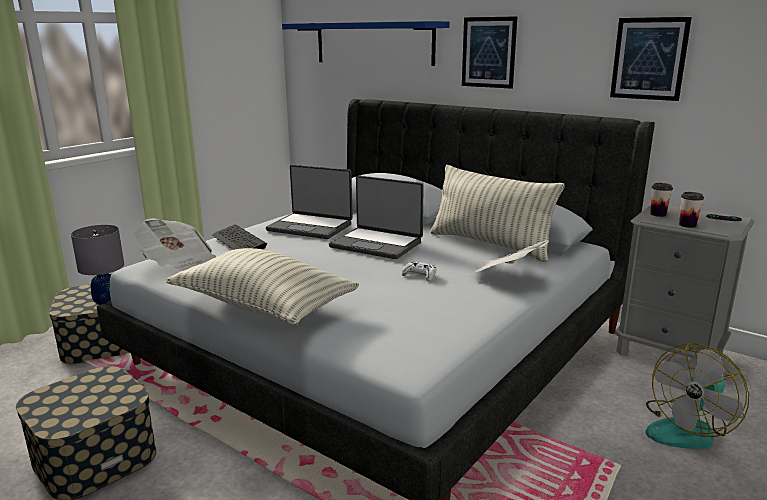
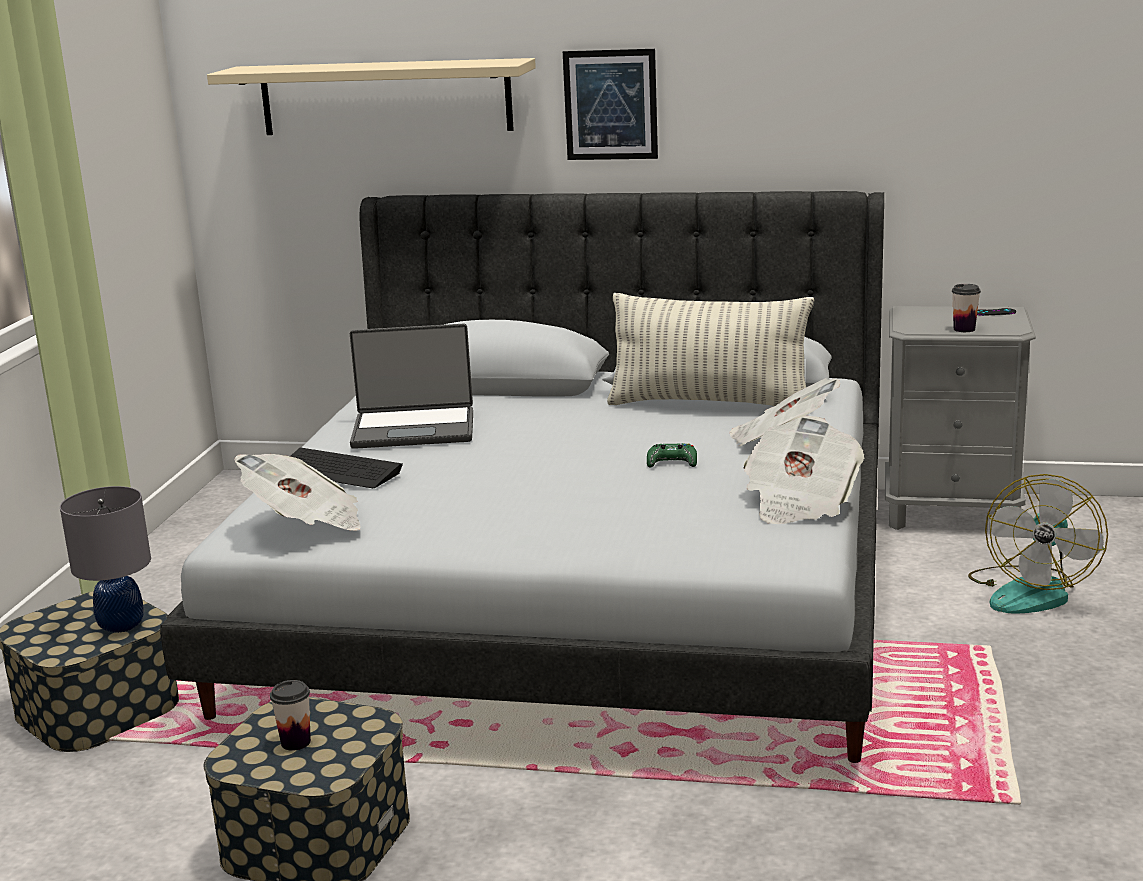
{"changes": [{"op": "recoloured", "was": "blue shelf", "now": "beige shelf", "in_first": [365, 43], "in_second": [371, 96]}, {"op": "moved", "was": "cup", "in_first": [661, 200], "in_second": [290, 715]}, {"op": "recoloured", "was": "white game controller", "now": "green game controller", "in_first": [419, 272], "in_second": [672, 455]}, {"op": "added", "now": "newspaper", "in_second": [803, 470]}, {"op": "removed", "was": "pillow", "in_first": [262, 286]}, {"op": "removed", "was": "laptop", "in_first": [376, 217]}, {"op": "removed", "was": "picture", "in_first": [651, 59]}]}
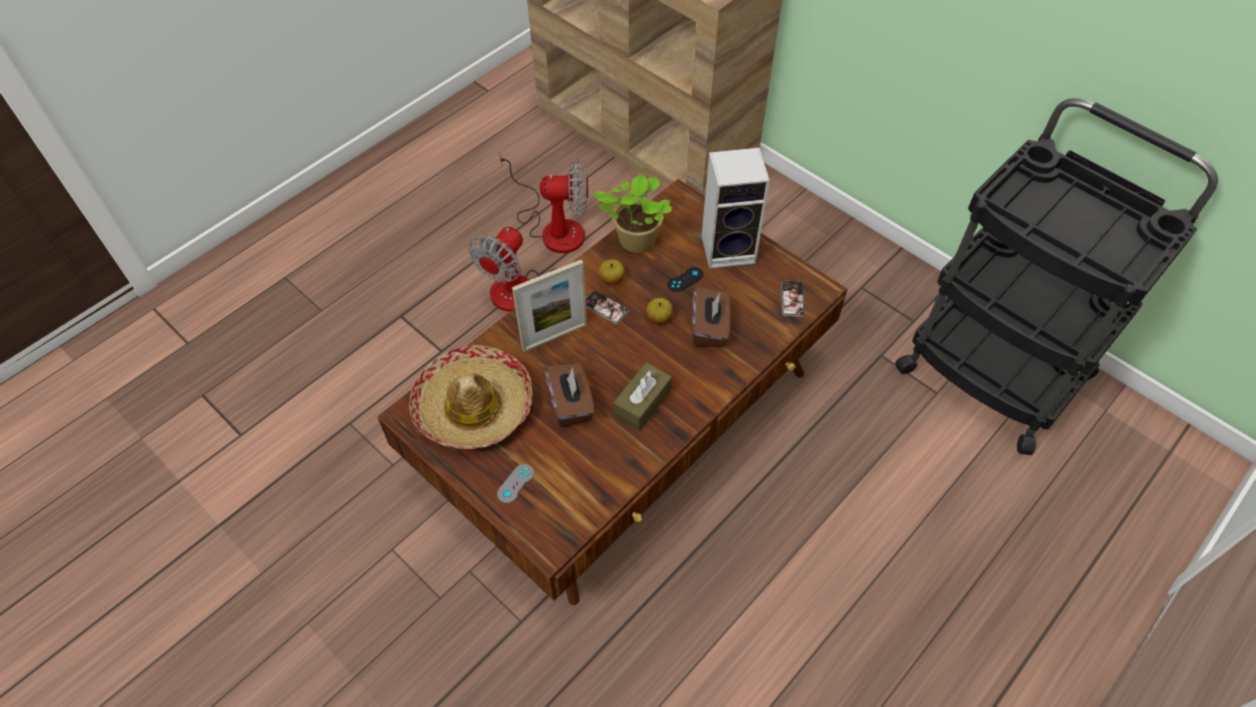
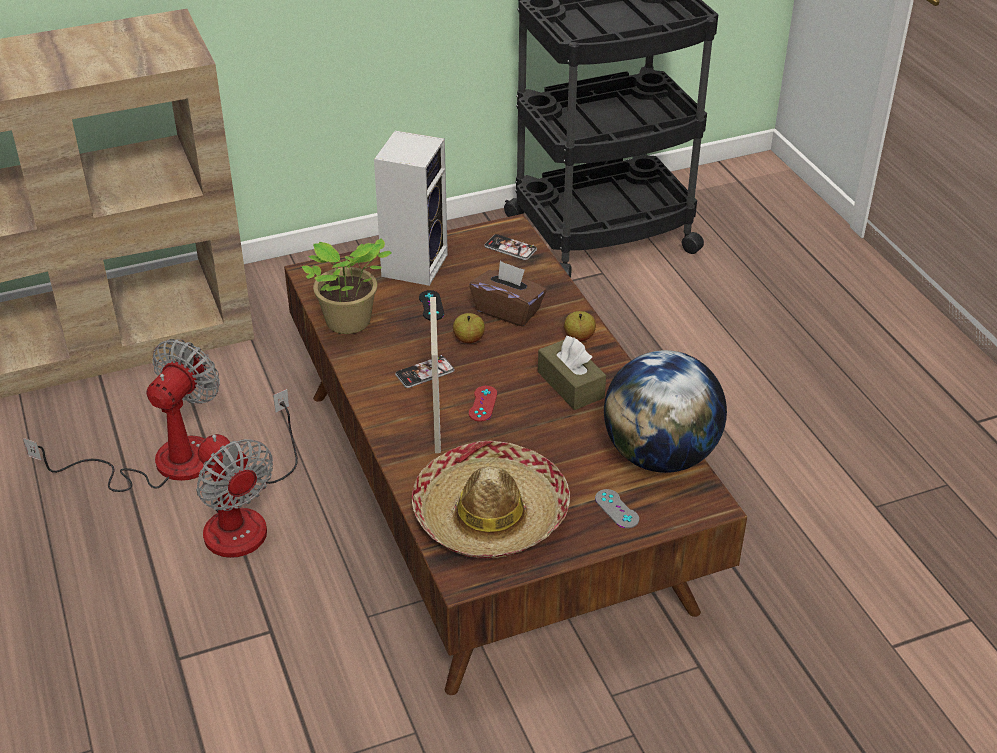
{"changes": [{"op": "added", "now": "red game controller", "in_second": [483, 404]}, {"op": "moved", "was": "apple", "in_first": [612, 272], "in_second": [580, 326]}, {"op": "added", "now": "globe", "in_second": [665, 411]}, {"op": "removed", "was": "brown tissue box", "in_first": [569, 395]}]}
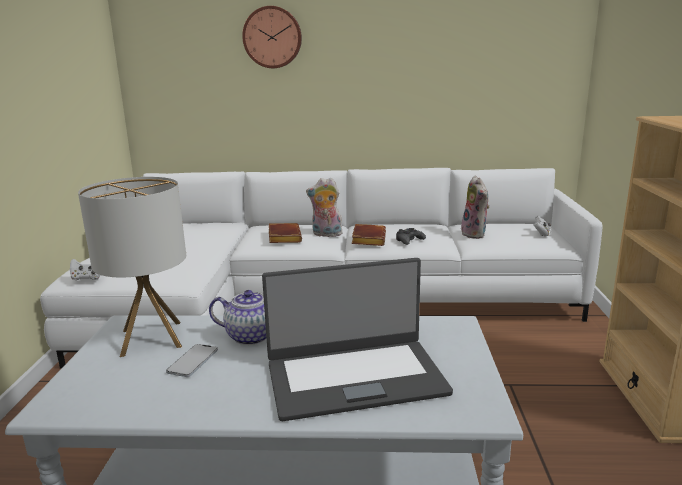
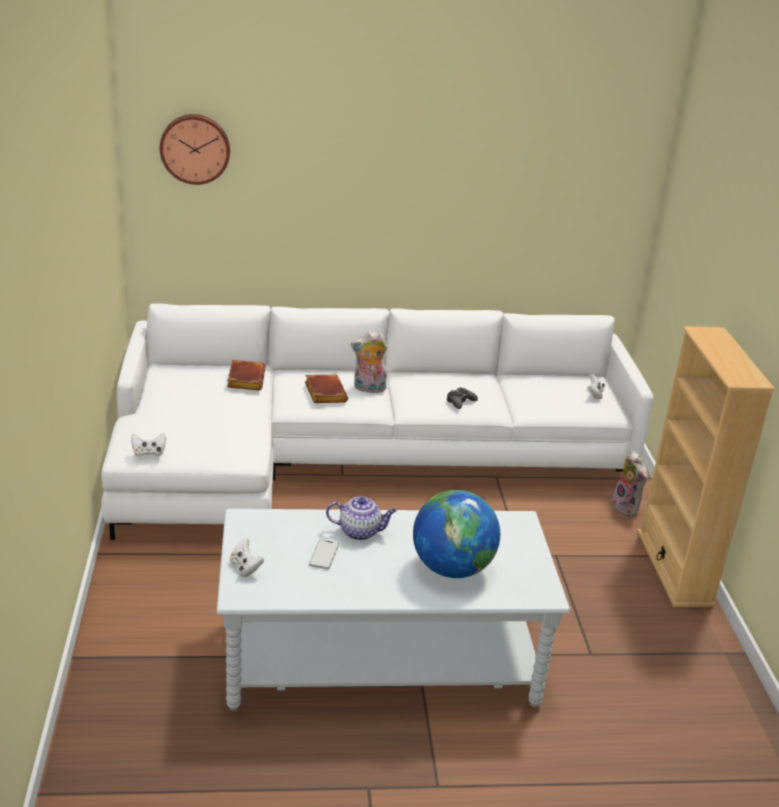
{"changes": [{"op": "moved", "was": "wall clock", "in_first": [272, 37], "in_second": [195, 149]}, {"op": "moved", "was": "brown book", "in_first": [369, 235], "in_second": [246, 375]}, {"op": "added", "now": "white game controller", "in_second": [247, 557]}, {"op": "replaced", "was": "laptop", "now": "globe", "in_first": [357, 339], "in_second": [456, 534]}, {"op": "moved", "was": "plush toy", "in_first": [475, 207], "in_second": [630, 484]}, {"op": "removed", "was": "table lamp", "in_first": [132, 267]}]}
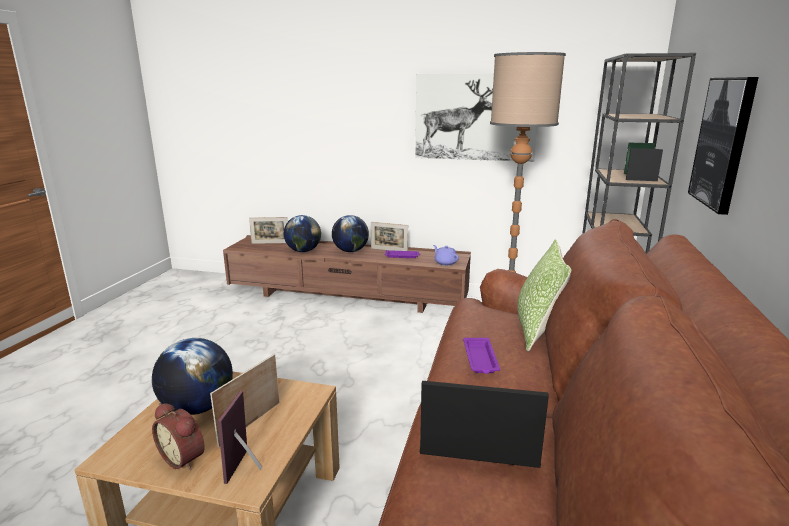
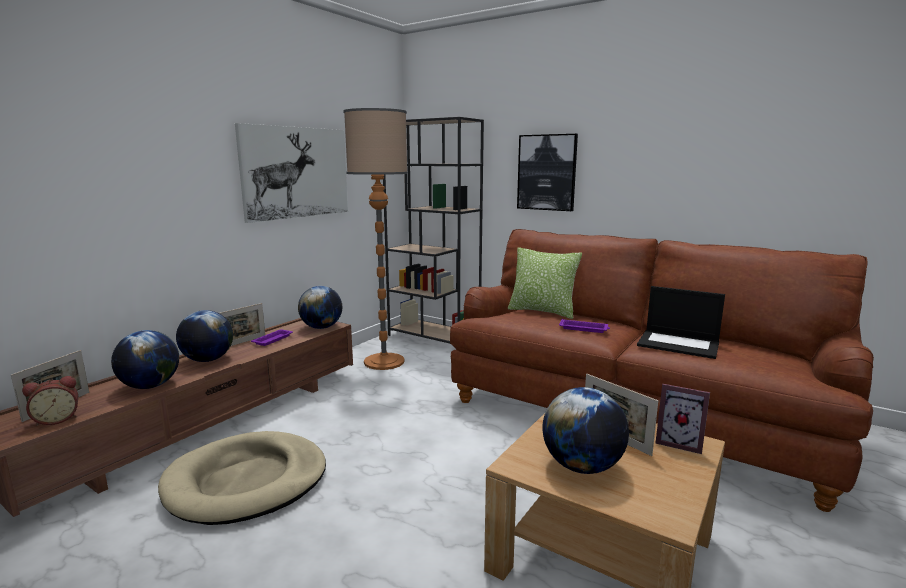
{"changes": [{"op": "moved", "was": "alarm clock", "in_first": [178, 437], "in_second": [50, 401]}, {"op": "added", "now": "beige dog bed", "in_second": [242, 478]}, {"op": "replaced", "was": "purple teapot", "now": "globe", "in_first": [446, 255], "in_second": [320, 307]}, {"op": "turned", "was": "laptop", "in_first": [484, 424], "in_second": [681, 322], "clockwise": -90}]}
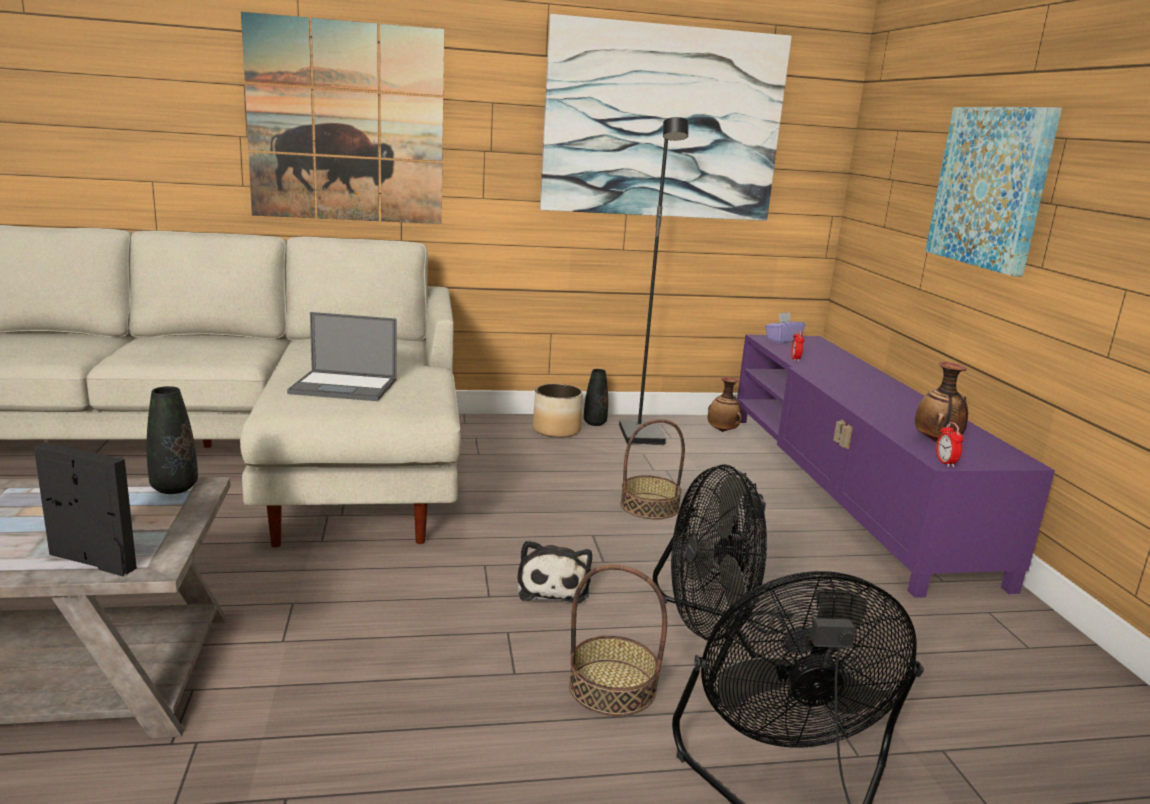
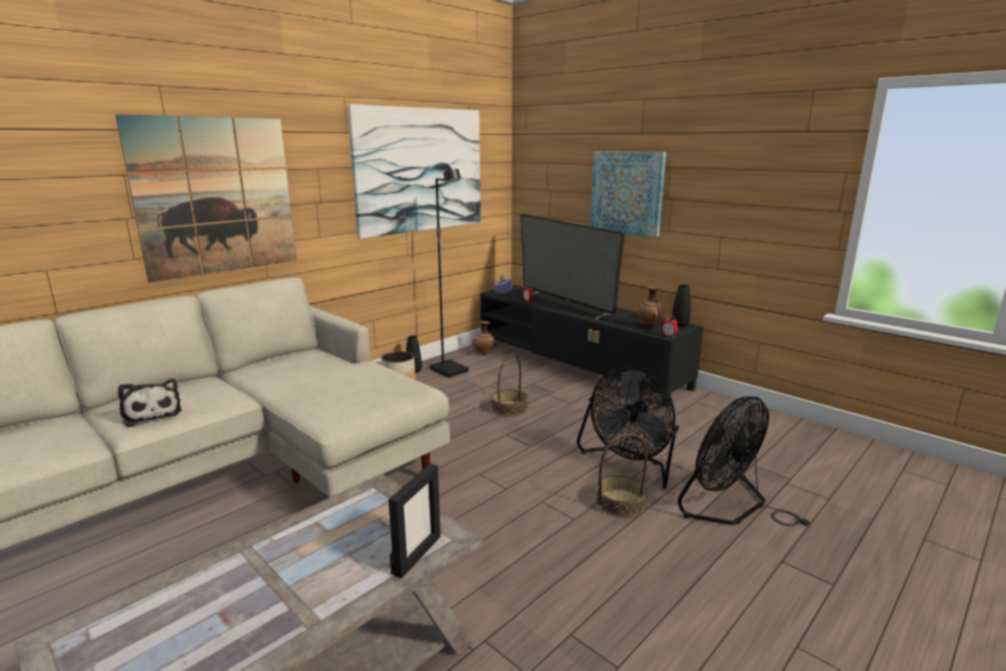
{"changes": [{"op": "moved", "was": "plush toy", "in_first": [554, 571], "in_second": [150, 403]}, {"op": "turned", "was": "picture frame", "in_first": [85, 509], "in_second": [414, 521], "clockwise": 135}, {"op": "recoloured", "was": "purple tv stand", "now": "black tv stand", "in_first": [896, 466], "in_second": [591, 346]}, {"op": "added", "now": "television", "in_second": [572, 267]}, {"op": "moved", "was": "black vase", "in_first": [172, 440], "in_second": [681, 305]}, {"op": "removed", "was": "laptop", "in_first": [341, 356]}]}
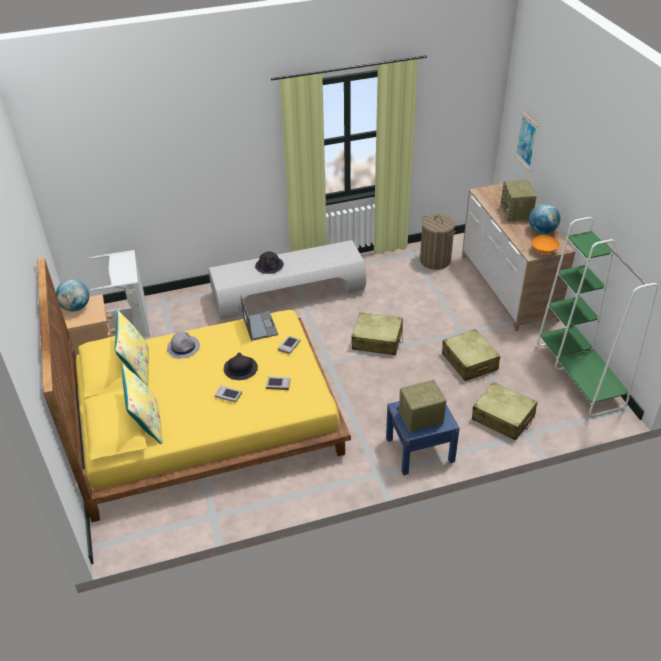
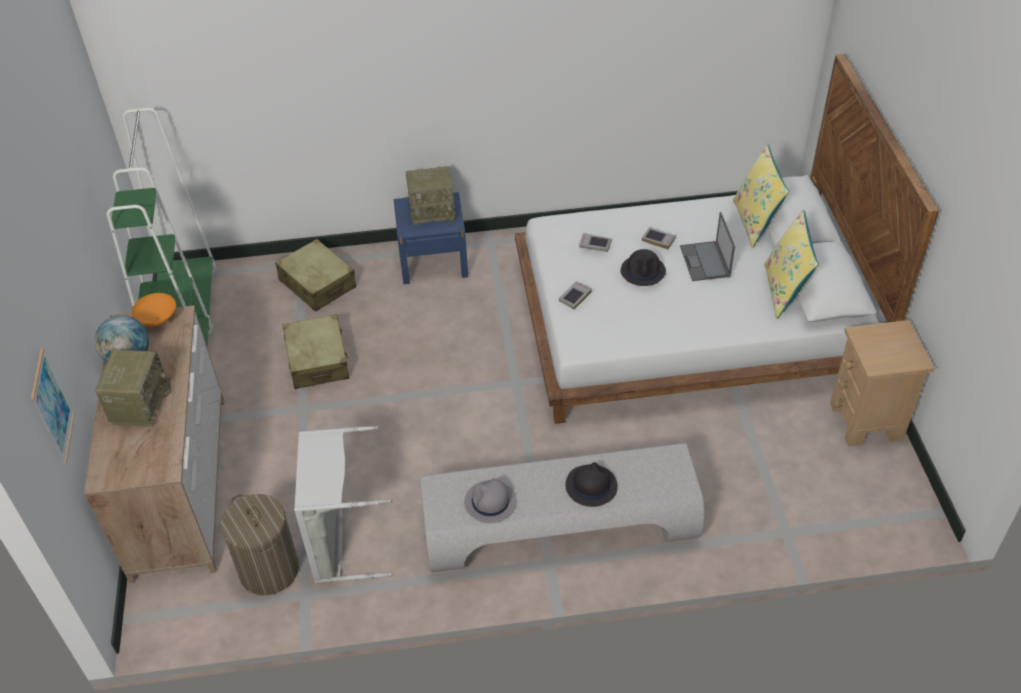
{"changes": [{"op": "moved", "was": "grey laundry basket", "in_first": [120, 294], "in_second": [343, 504]}, {"op": "moved", "was": "grey hat", "in_first": [183, 345], "in_second": [490, 500]}, {"op": "recoloured", "was": "yellow bed", "now": "white bed", "in_first": [194, 390], "in_second": [727, 239]}, {"op": "moved", "was": "laptop", "in_first": [259, 318], "in_second": [707, 246]}, {"op": "removed", "was": "globe", "in_first": [72, 295]}, {"op": "removed", "was": "beige suitcase", "in_first": [377, 333]}]}
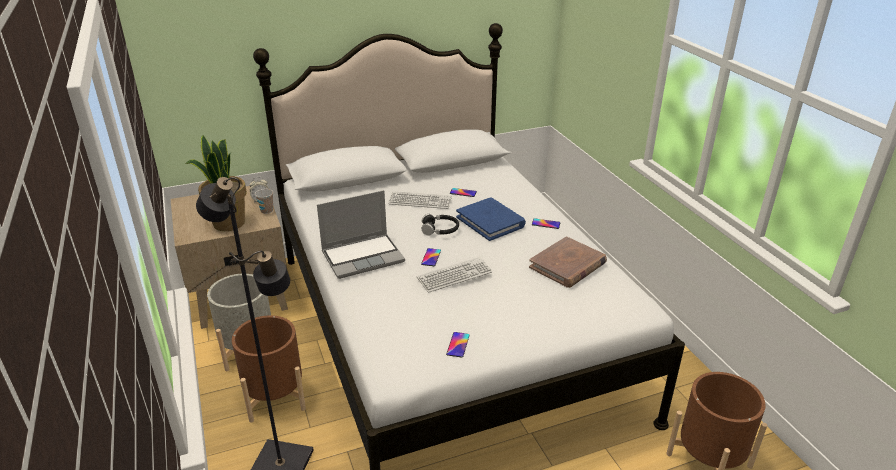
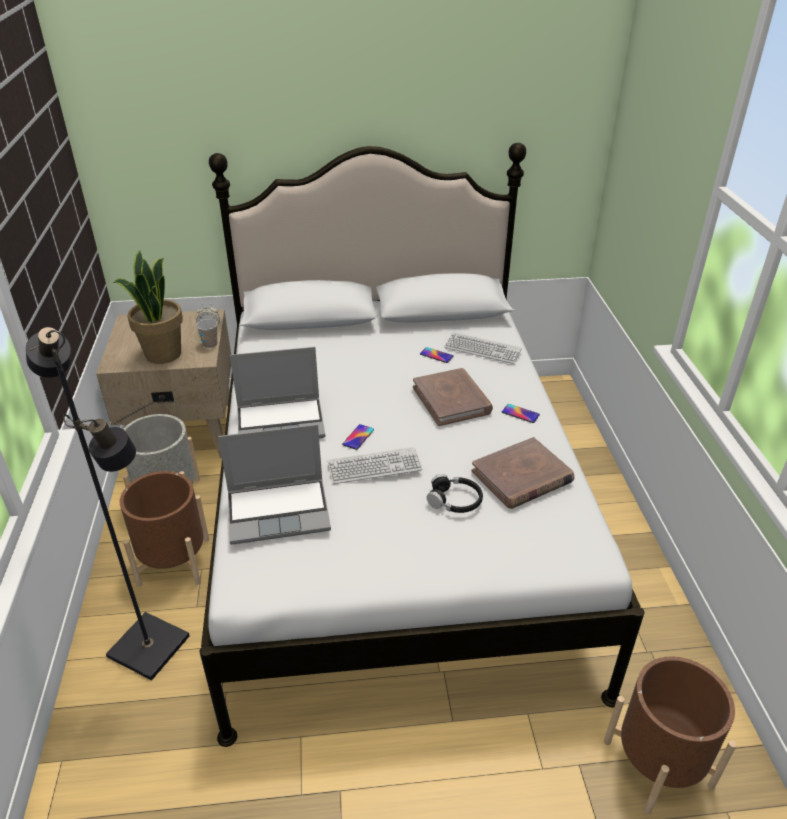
{"changes": [{"op": "added", "now": "laptop", "in_second": [274, 484]}, {"op": "recoloured", "was": "blue book", "now": "brown book", "in_first": [491, 219], "in_second": [453, 397]}, {"op": "moved", "was": "black headphones", "in_first": [440, 225], "in_second": [455, 493]}, {"op": "moved", "was": "keyboard", "in_first": [420, 200], "in_second": [483, 348]}, {"op": "removed", "was": "phone", "in_first": [458, 345]}]}
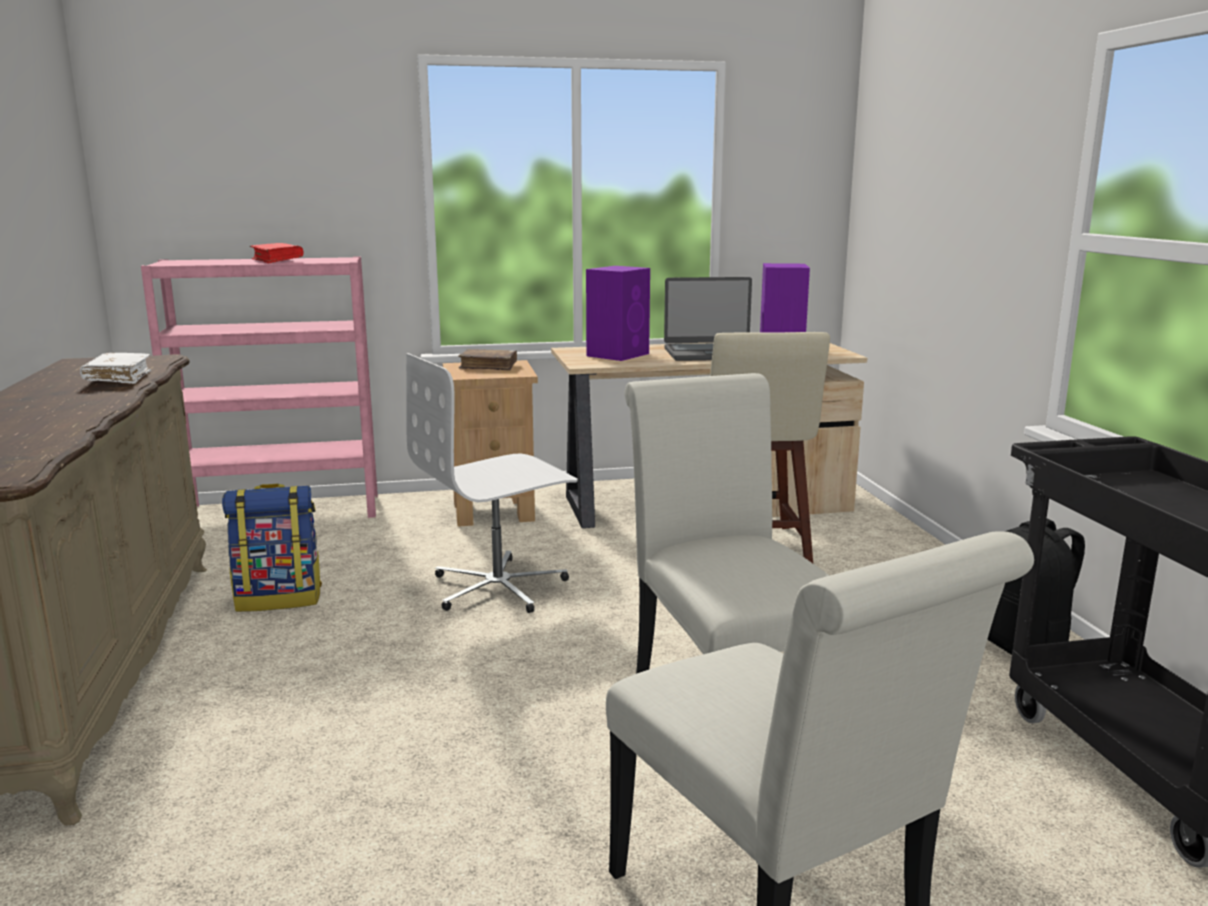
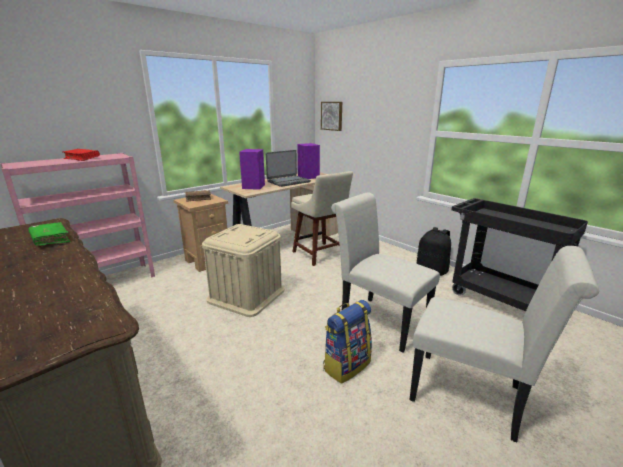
{"changes": [{"op": "recoloured", "was": "white book", "now": "green book", "in_first": [115, 368], "in_second": [49, 234]}, {"op": "replaced", "was": "white office chair", "now": "beige storage box", "in_first": [492, 483], "in_second": [243, 270]}, {"op": "added", "now": "picture", "in_second": [331, 116]}, {"op": "moved", "was": "backpack", "in_first": [272, 547], "in_second": [347, 342]}]}
